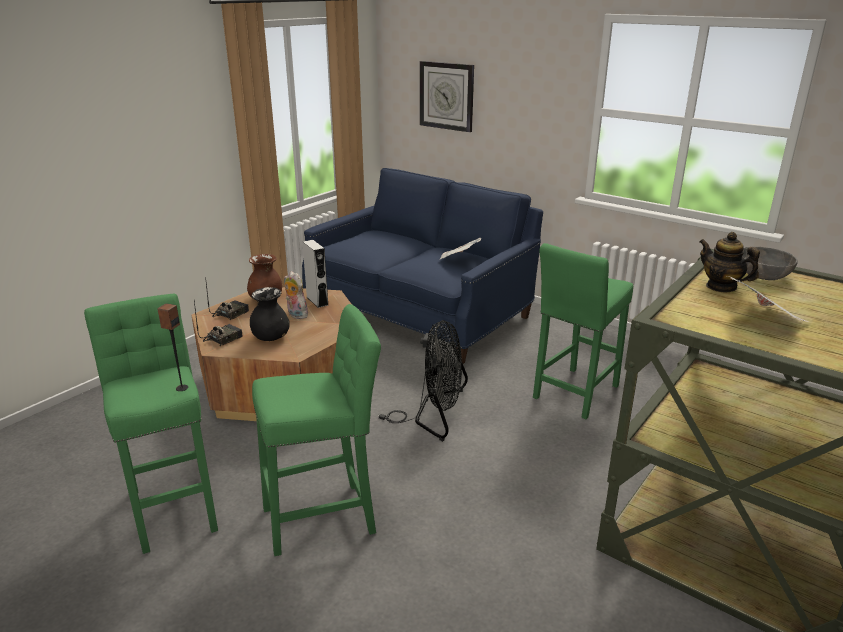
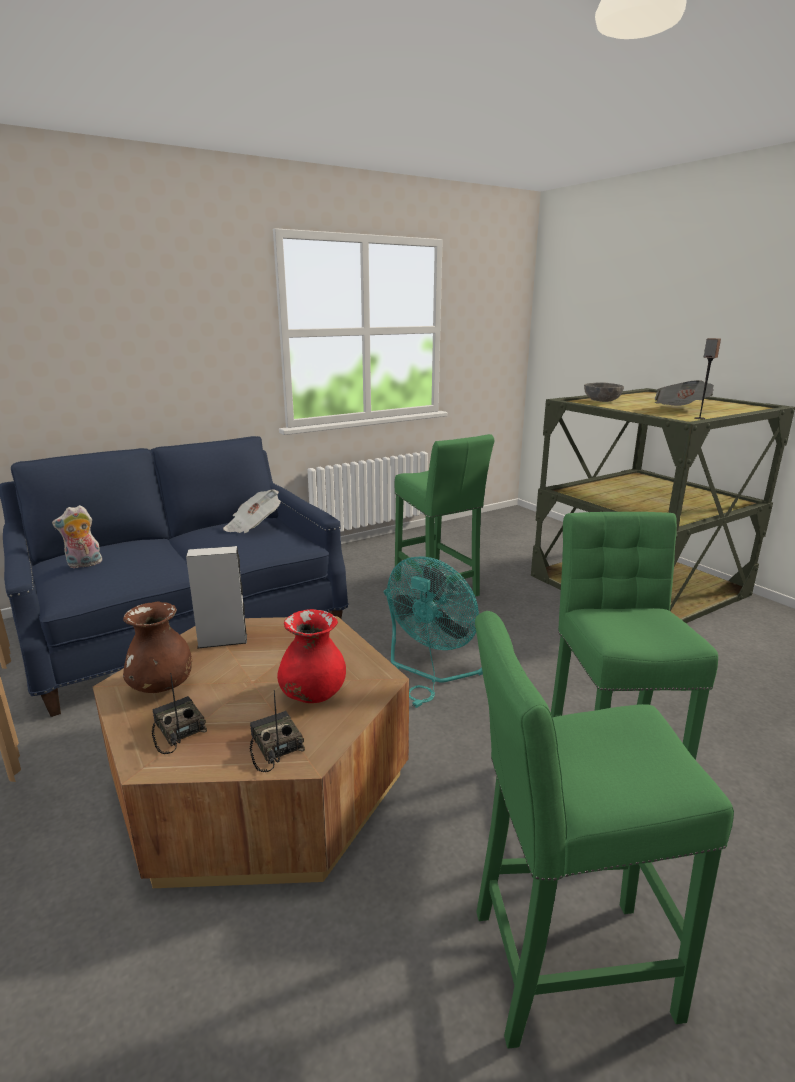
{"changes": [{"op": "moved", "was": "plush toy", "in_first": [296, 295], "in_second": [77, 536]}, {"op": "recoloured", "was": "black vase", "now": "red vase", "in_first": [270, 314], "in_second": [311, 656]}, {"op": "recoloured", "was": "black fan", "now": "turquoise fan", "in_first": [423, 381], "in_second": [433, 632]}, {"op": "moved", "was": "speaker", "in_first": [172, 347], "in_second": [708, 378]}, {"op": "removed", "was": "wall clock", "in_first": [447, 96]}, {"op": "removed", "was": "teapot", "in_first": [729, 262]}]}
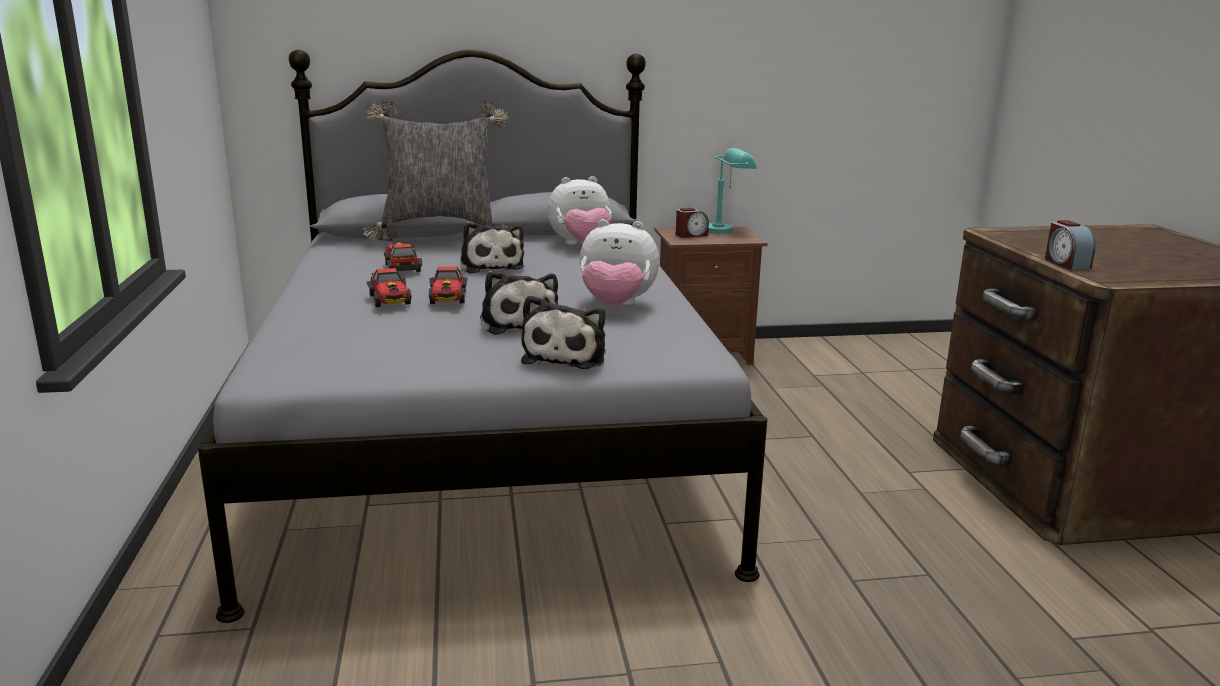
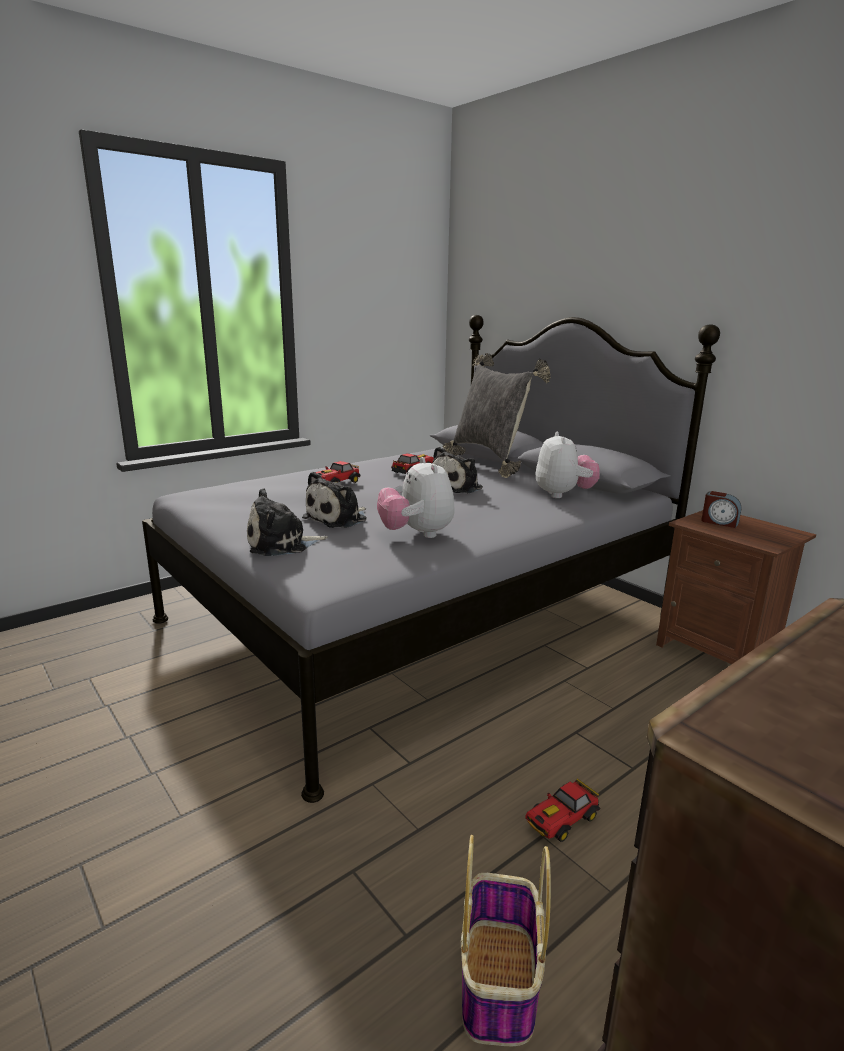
{"changes": [{"op": "added", "now": "basket", "in_second": [506, 940]}, {"op": "moved", "was": "toy car", "in_first": [448, 285], "in_second": [563, 810]}, {"op": "turned", "was": "plush toy", "in_first": [580, 210], "in_second": [568, 464], "clockwise": -135}, {"op": "removed", "was": "turquoise table lamp", "in_first": [732, 190]}, {"op": "removed", "was": "alarm clock", "in_first": [1070, 245]}]}
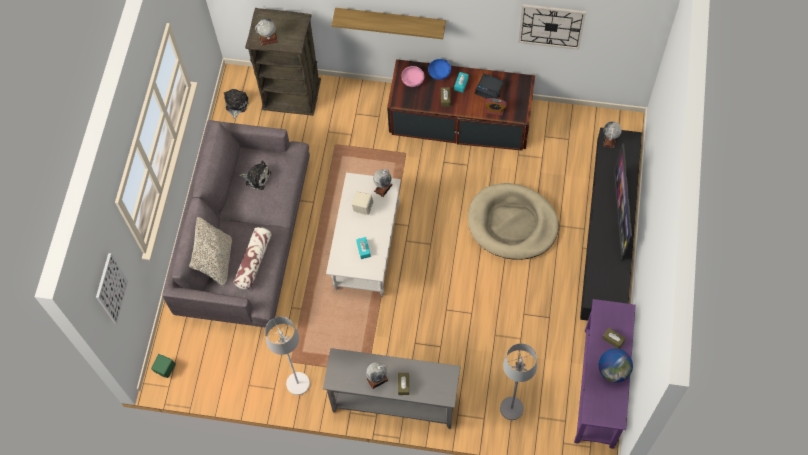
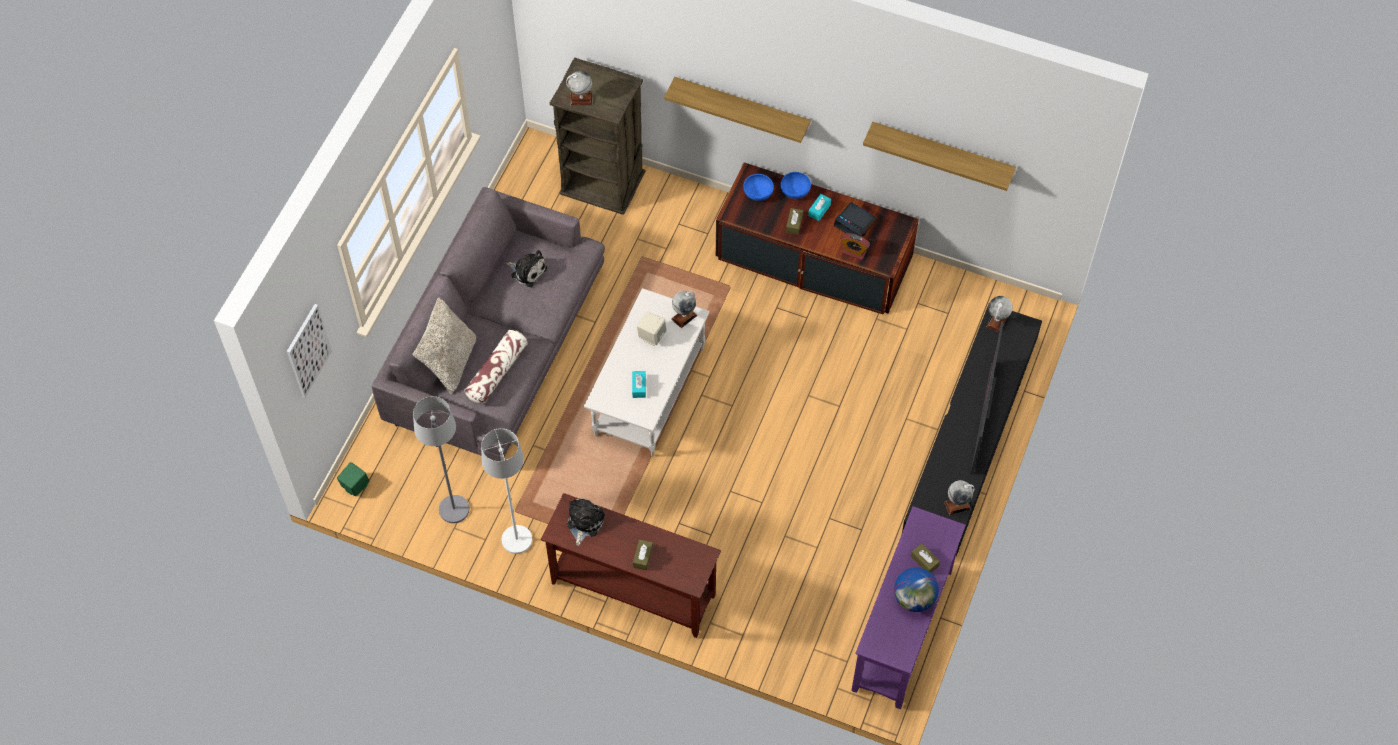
{"changes": [{"op": "moved", "was": "grey floor lamp", "in_first": [518, 381], "in_second": [441, 459]}, {"op": "recoloured", "was": "grey console table", "now": "brown console table", "in_first": [392, 388], "in_second": [631, 565]}, {"op": "moved", "was": "plush toy", "in_first": [236, 104], "in_second": [586, 522]}, {"op": "recoloured", "was": "pink bowl", "now": "blue bowl", "in_first": [412, 76], "in_second": [758, 187]}, {"op": "replaced", "was": "wall clock", "now": "shelf", "in_first": [552, 27], "in_second": [939, 156]}, {"op": "moved", "was": "globe", "in_first": [377, 375], "in_second": [959, 497]}, {"op": "removed", "was": "beige dog bed", "in_first": [513, 221]}]}
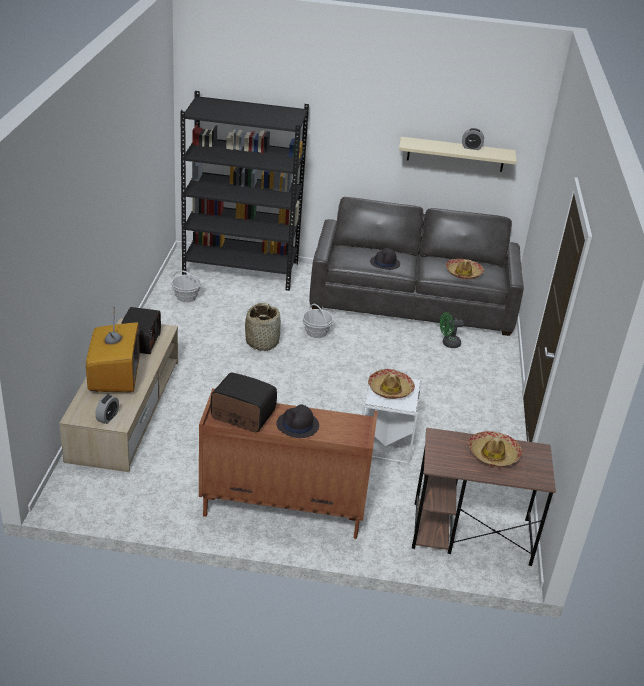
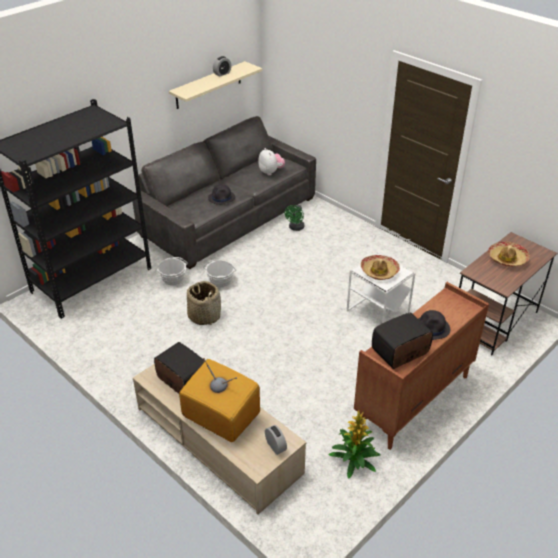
{"changes": [{"op": "moved", "was": "basket", "in_first": [186, 286], "in_second": [171, 271]}, {"op": "replaced", "was": "hat", "now": "plush toy", "in_first": [465, 269], "in_second": [271, 161]}, {"op": "added", "now": "potted plant", "in_second": [354, 444]}]}
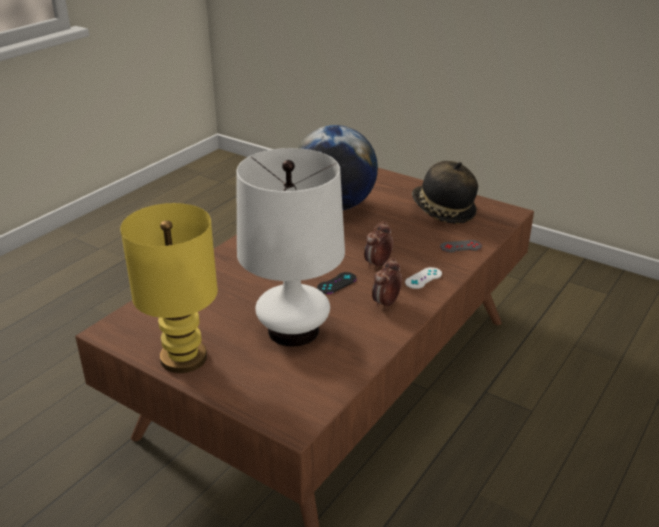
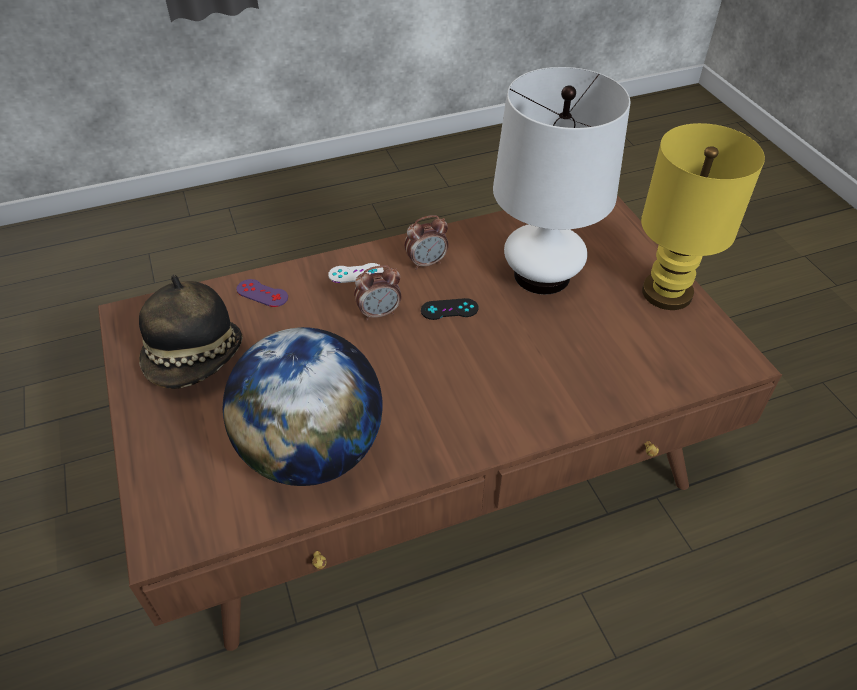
{"changes": [{"op": "recoloured", "was": "grey game controller", "now": "purple game controller", "in_first": [461, 246], "in_second": [262, 293]}]}
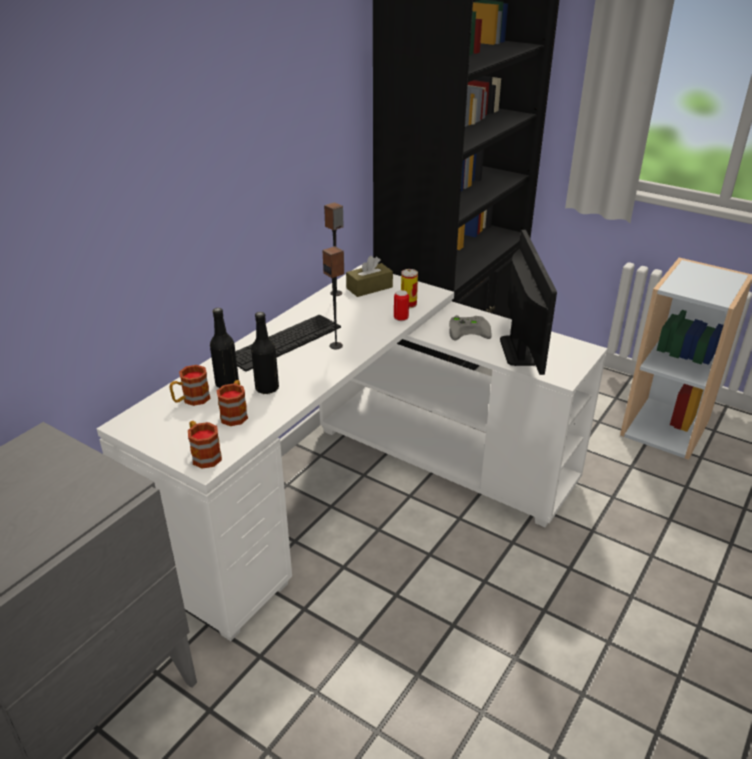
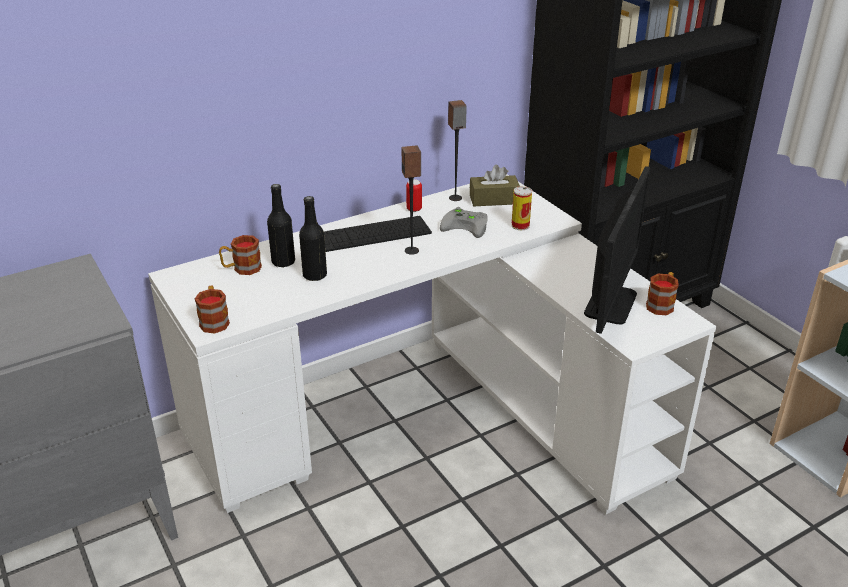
{"changes": [{"op": "moved", "was": "can", "in_first": [401, 305], "in_second": [414, 195]}, {"op": "moved", "was": "grey game controller", "in_first": [470, 327], "in_second": [464, 222]}, {"op": "moved", "was": "mug", "in_first": [232, 403], "in_second": [662, 293]}]}
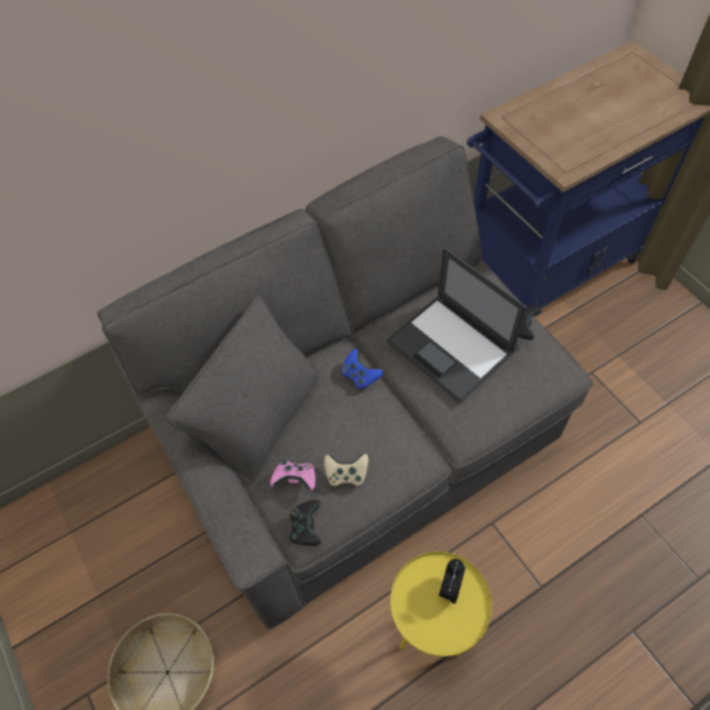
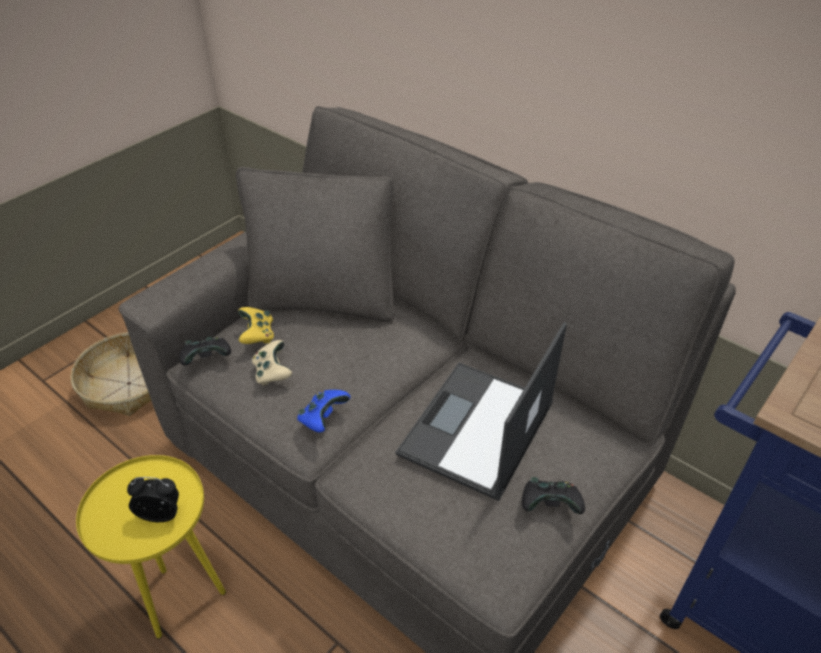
{"changes": [{"op": "recoloured", "was": "pink game controller", "now": "yellow game controller", "in_first": [293, 475], "in_second": [256, 325]}, {"op": "moved", "was": "blue game controller", "in_first": [362, 369], "in_second": [324, 411]}]}
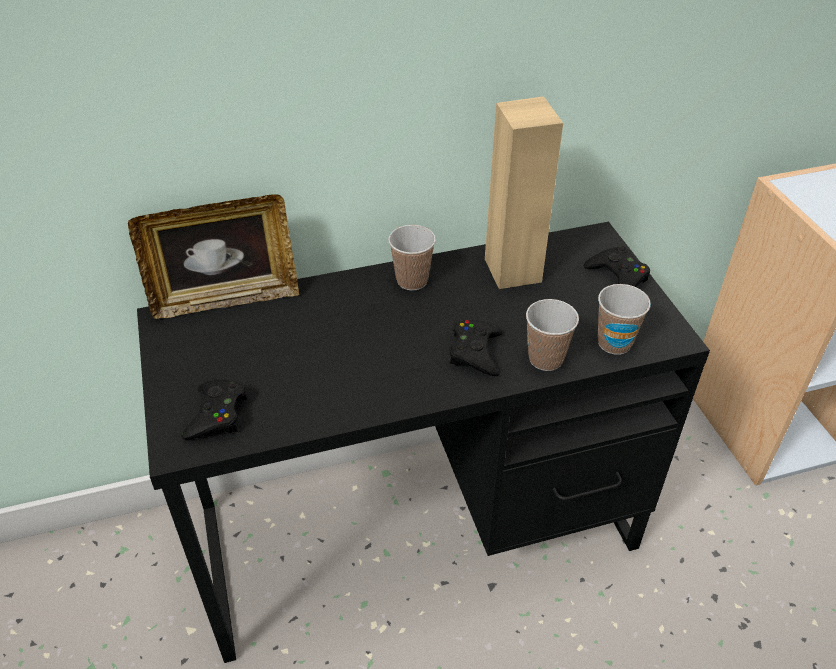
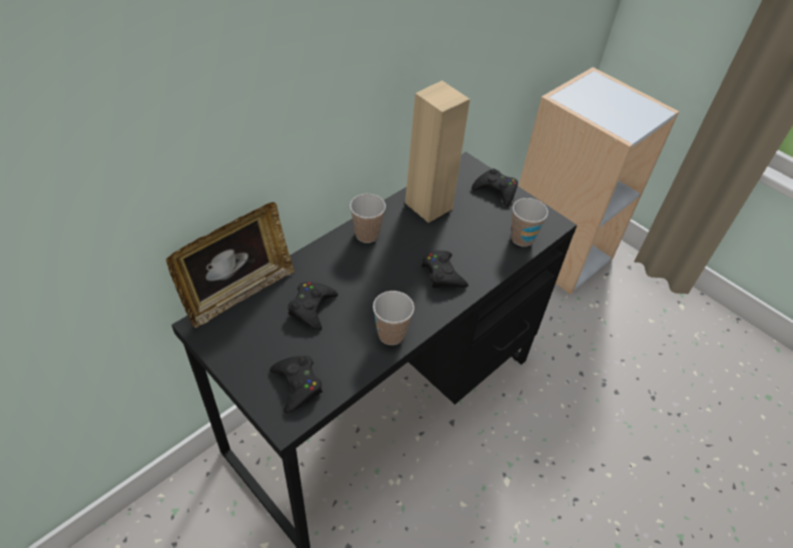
{"changes": [{"op": "added", "now": "black game controller", "in_second": [313, 306]}, {"op": "moved", "was": "cup", "in_first": [552, 335], "in_second": [393, 318]}]}
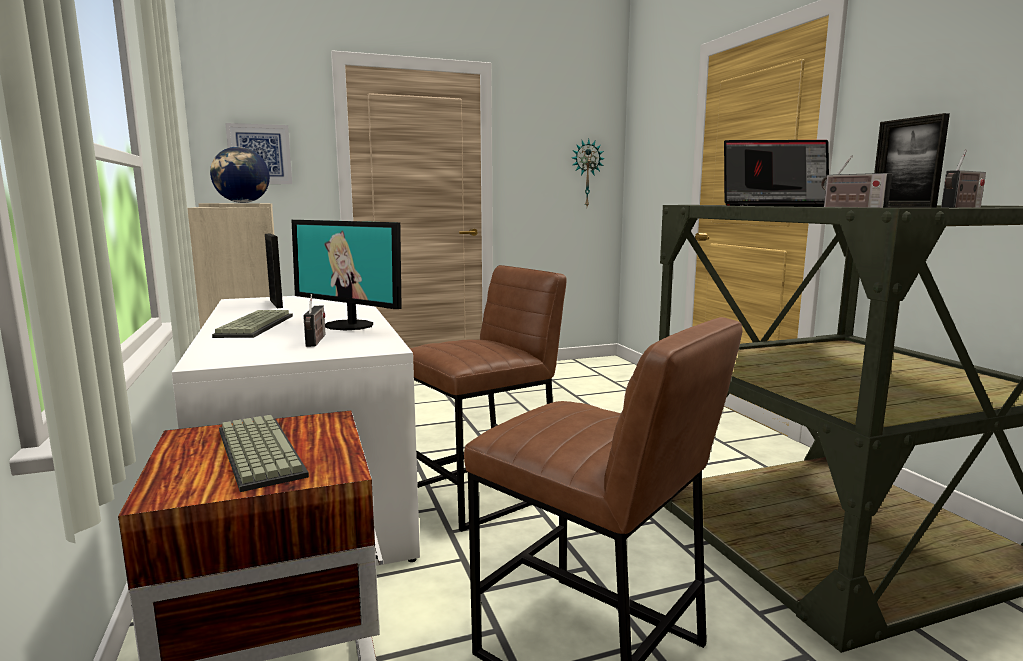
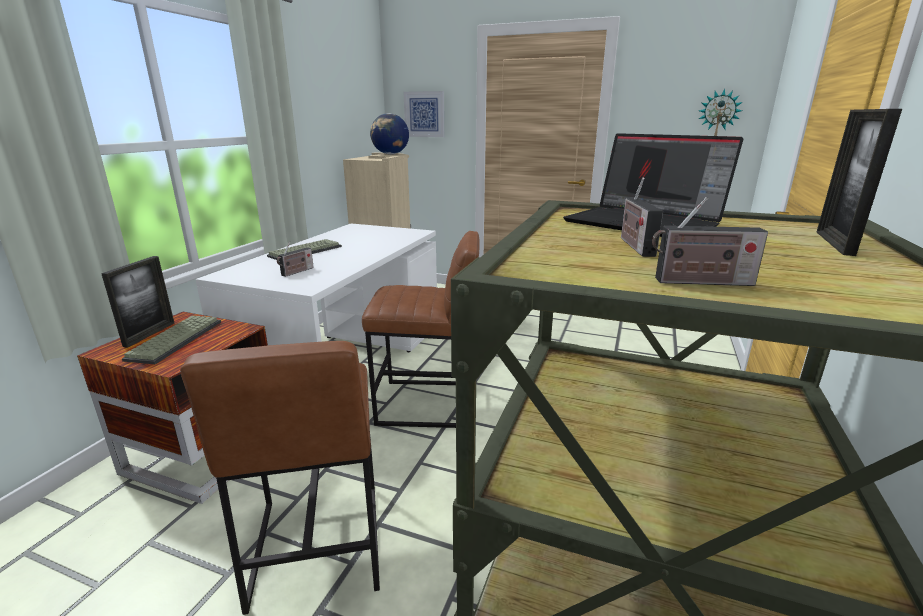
{"changes": [{"op": "moved", "was": "picture frame", "in_first": [274, 271], "in_second": [137, 302]}, {"op": "removed", "was": "monitor", "in_first": [346, 275]}]}
